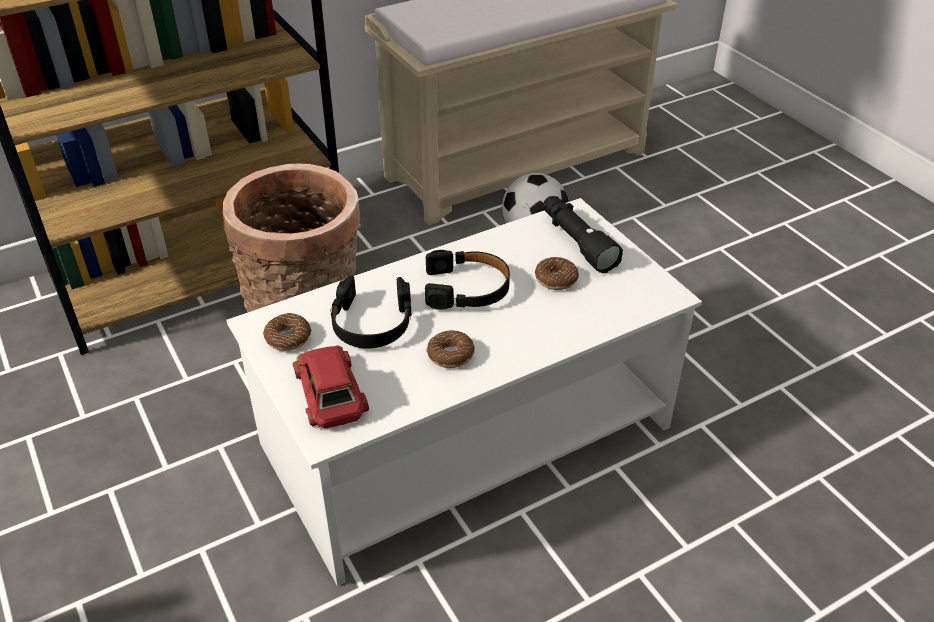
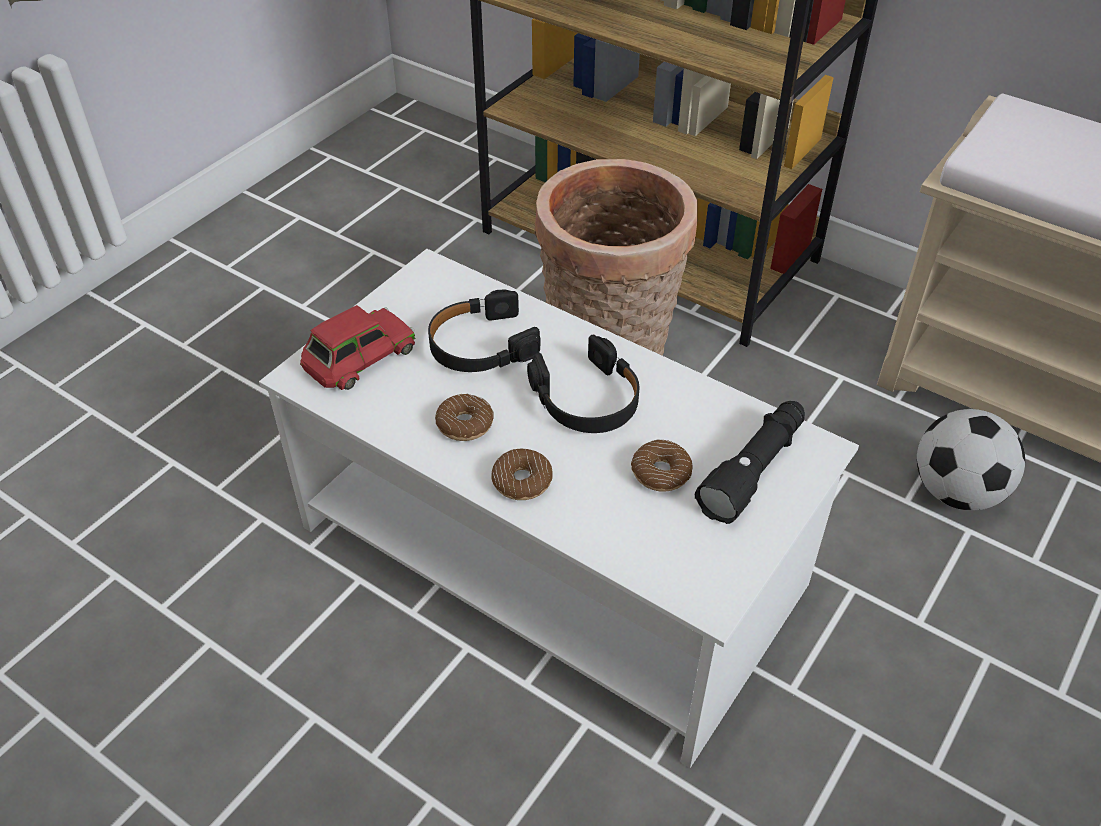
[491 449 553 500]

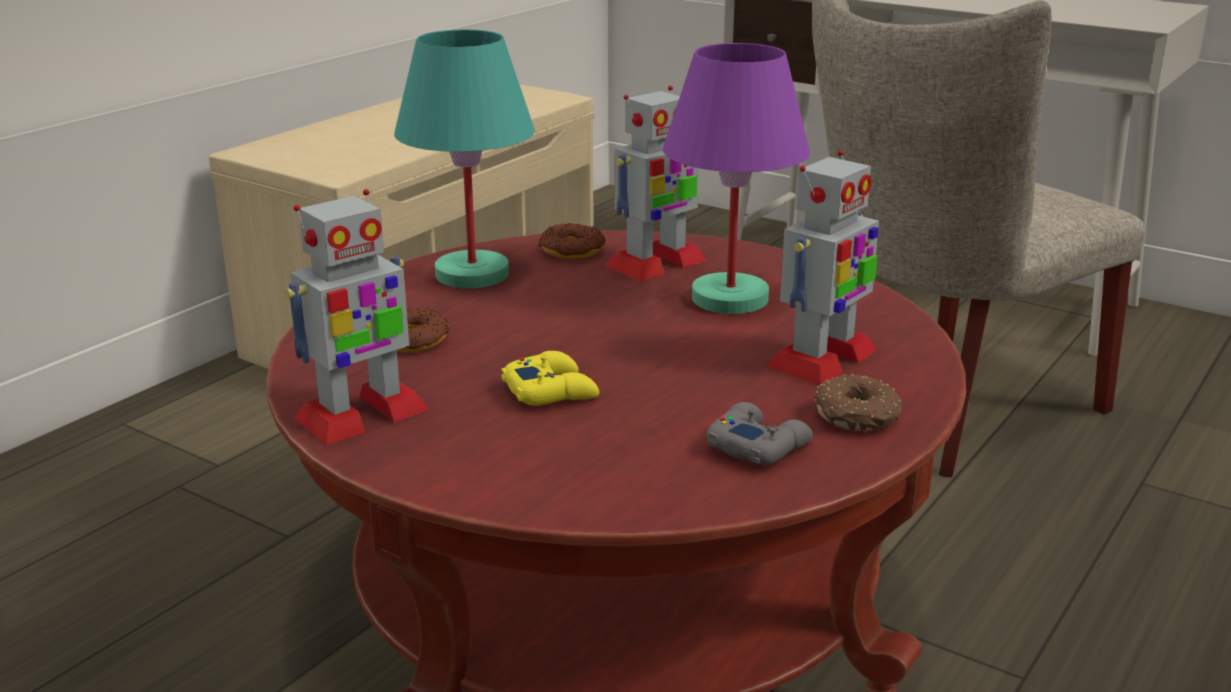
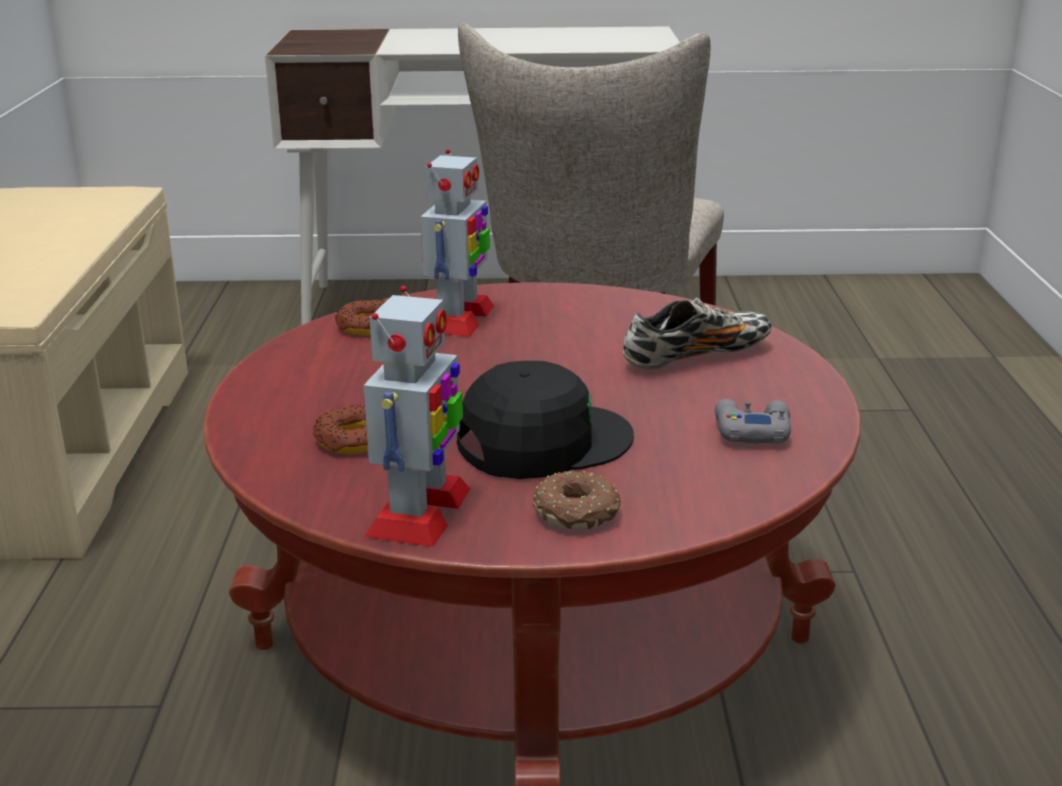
[457 361 634 479]
[533 471 621 530]
[623 298 772 370]
[394 30 535 288] (first image)
[663 43 810 314] (first image)

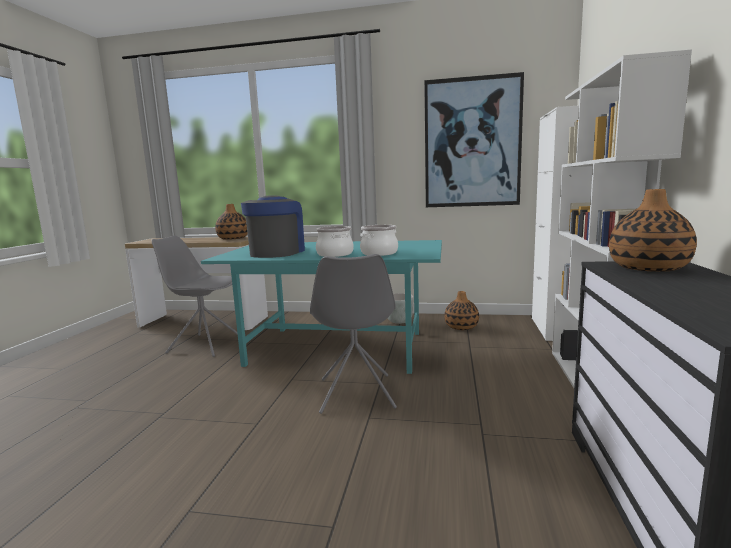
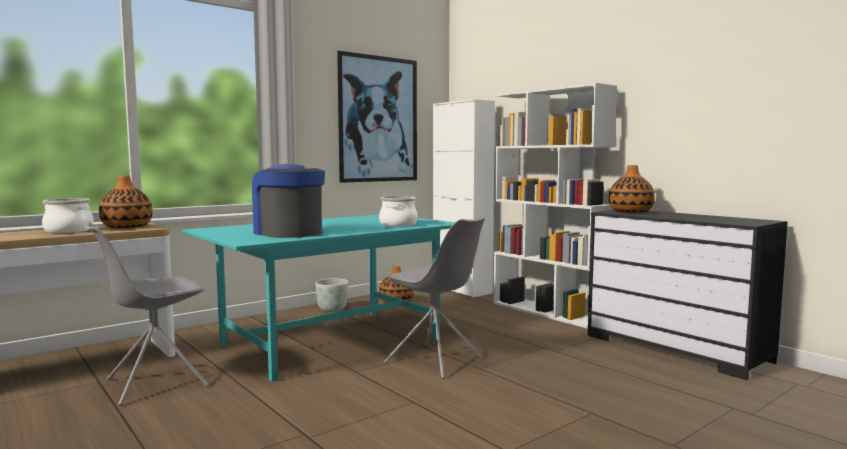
[42 198 94 233]

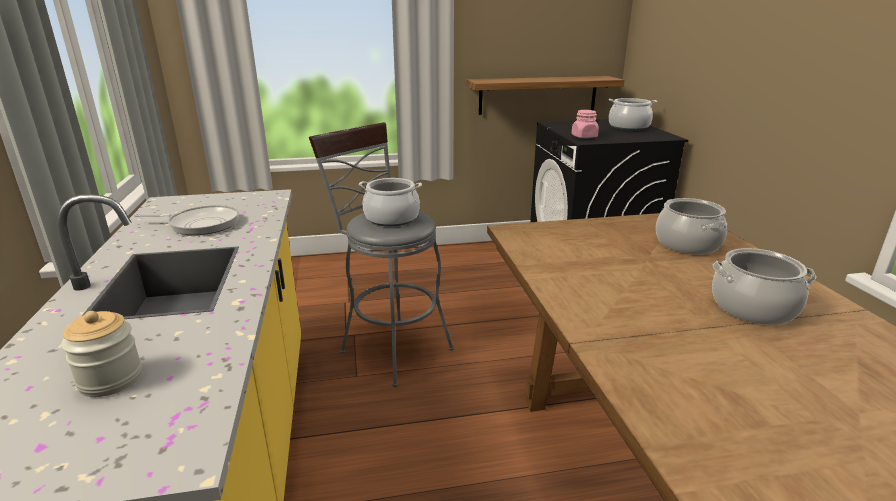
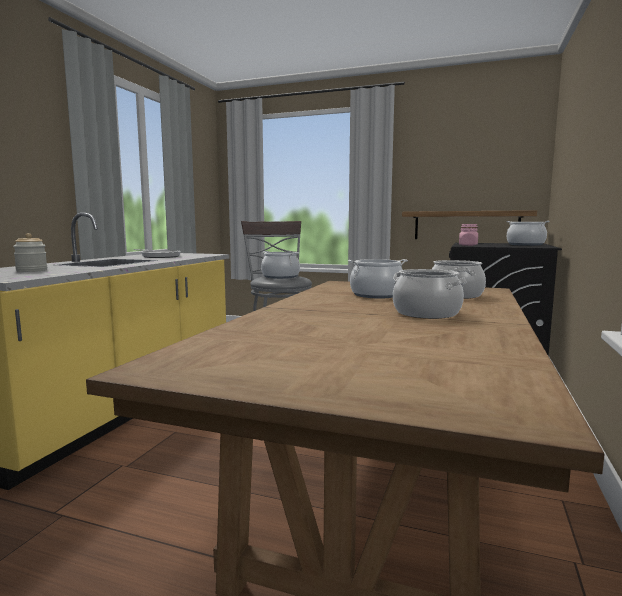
[348 259 408 298]

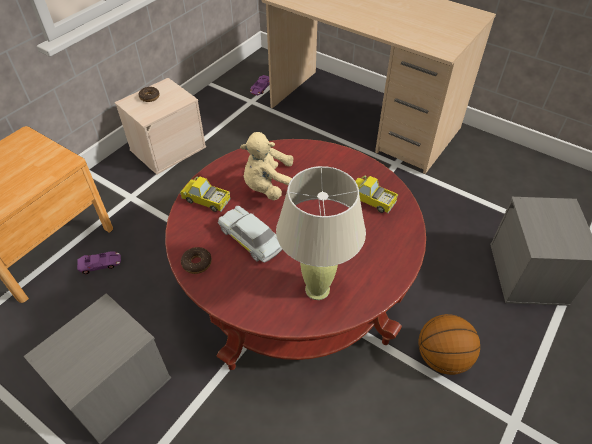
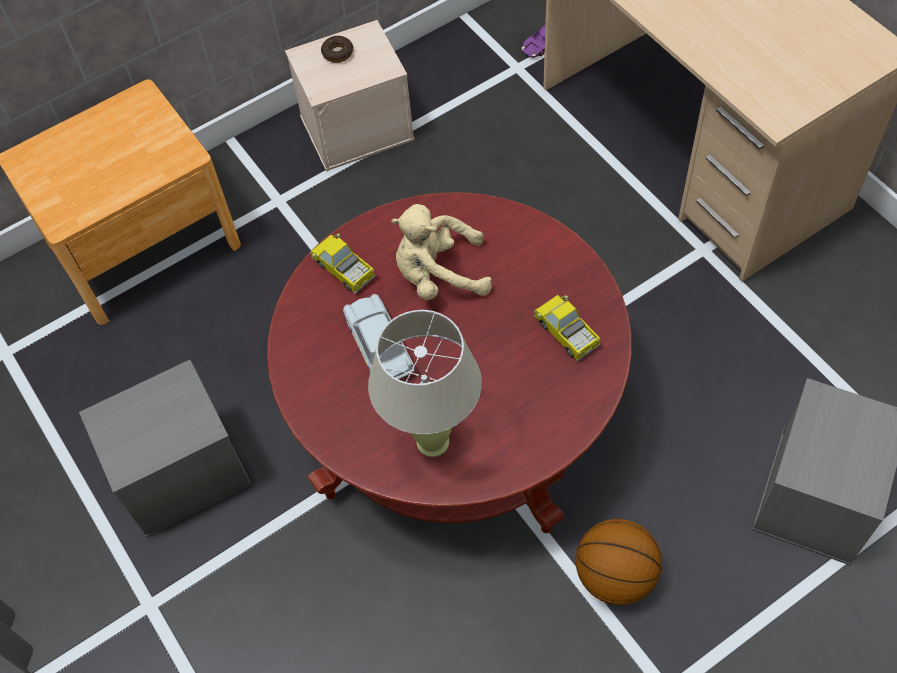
[77 251 121 274] (first image)
[181 247 212 274] (first image)

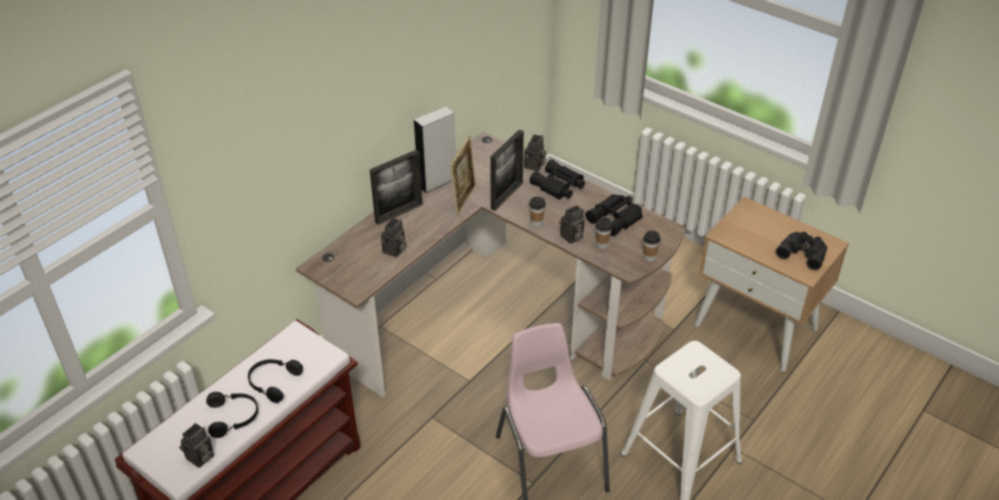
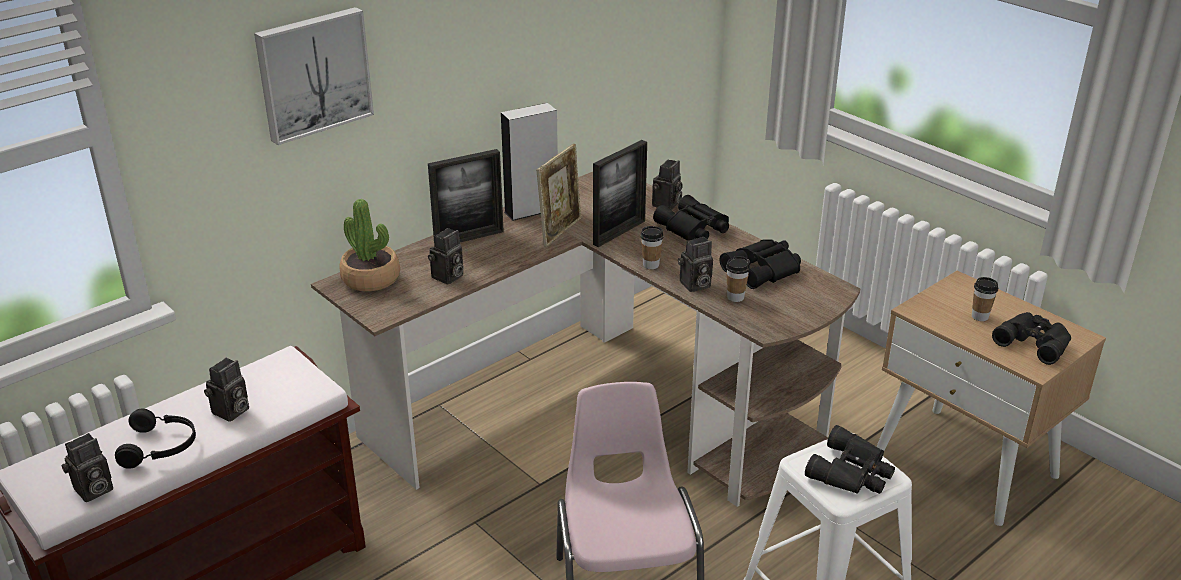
[204 358 249 422]
[254 7 374 145]
[340 199 400 291]
[805 425 895 494]
[972 277 998 321]

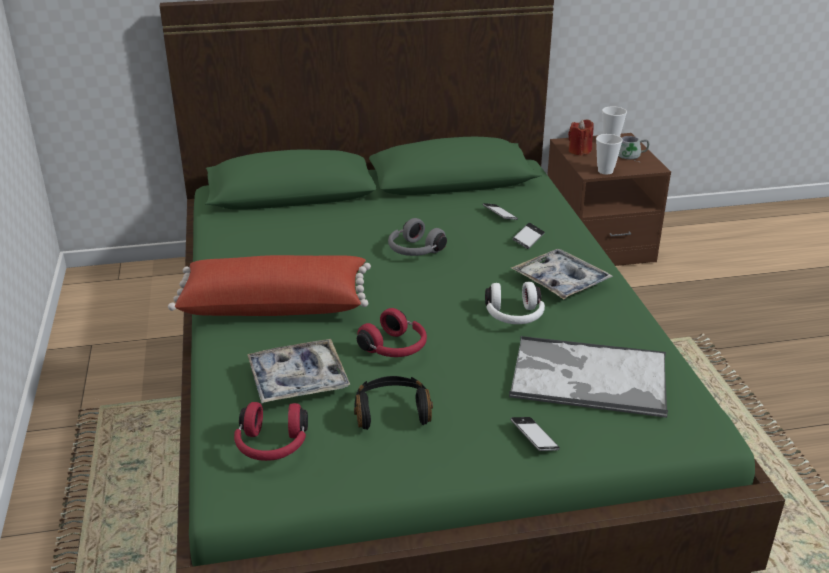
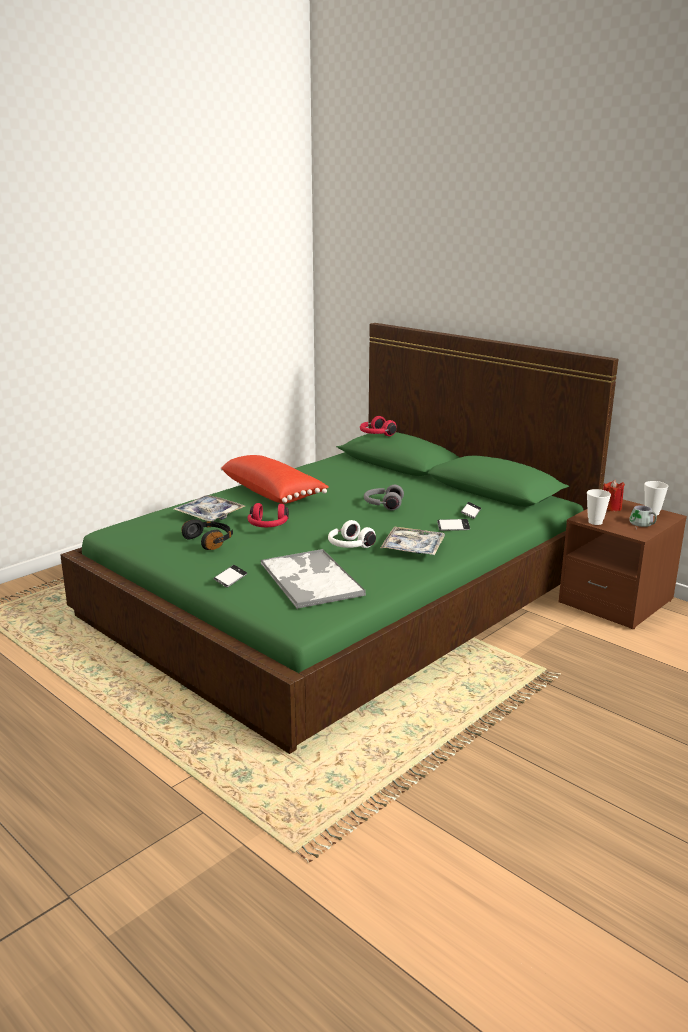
[360 416 397 436]

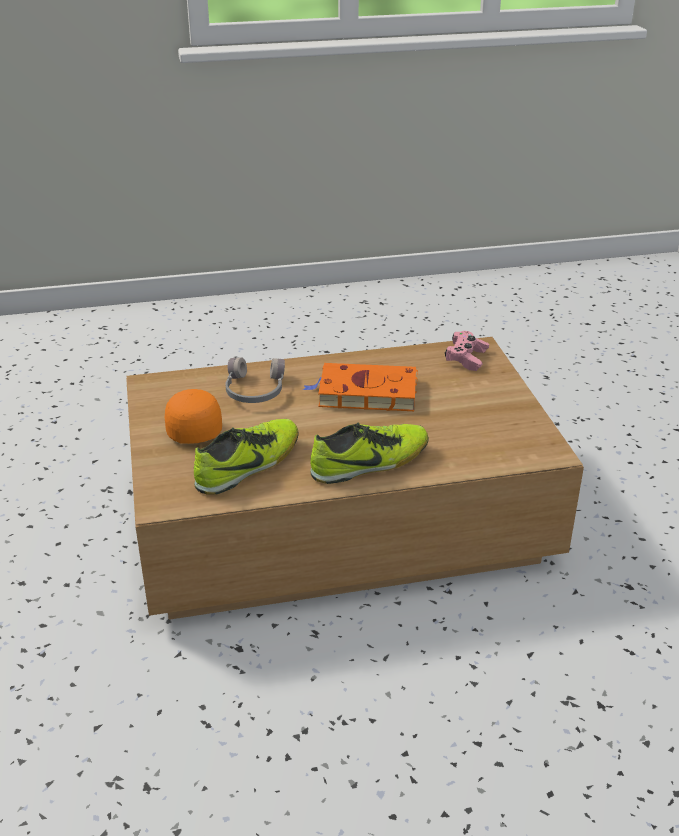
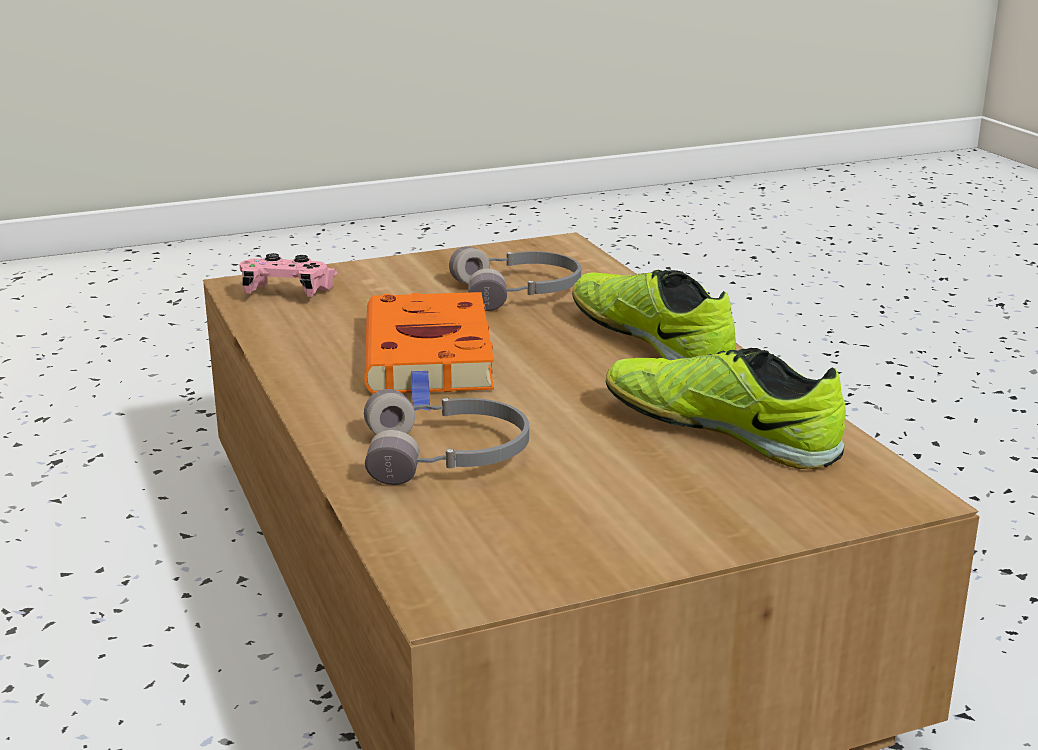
[449 246 581 311]
[165 389 222 444] (first image)

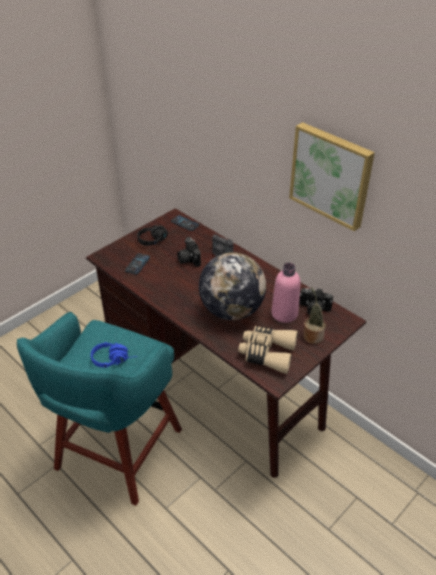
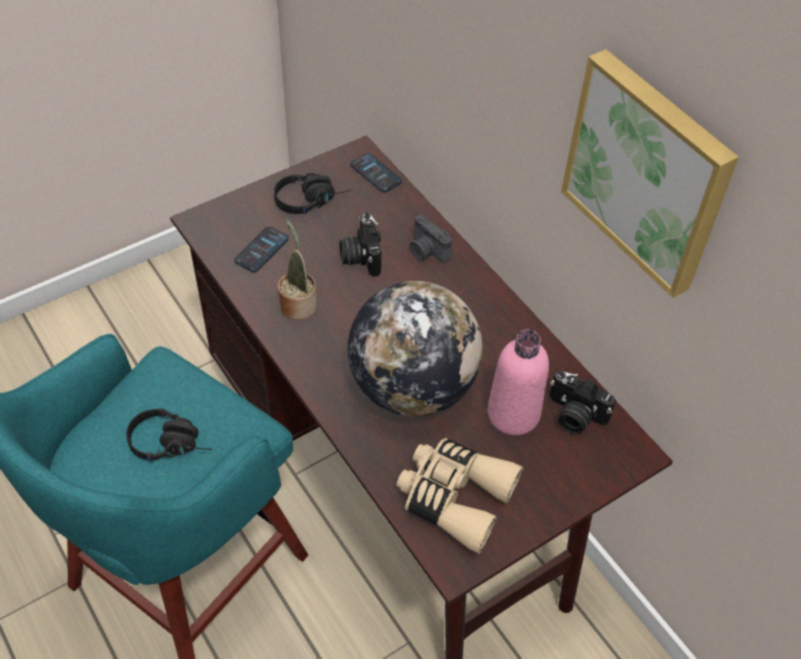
[126 408 212 461]
[278 219 317 320]

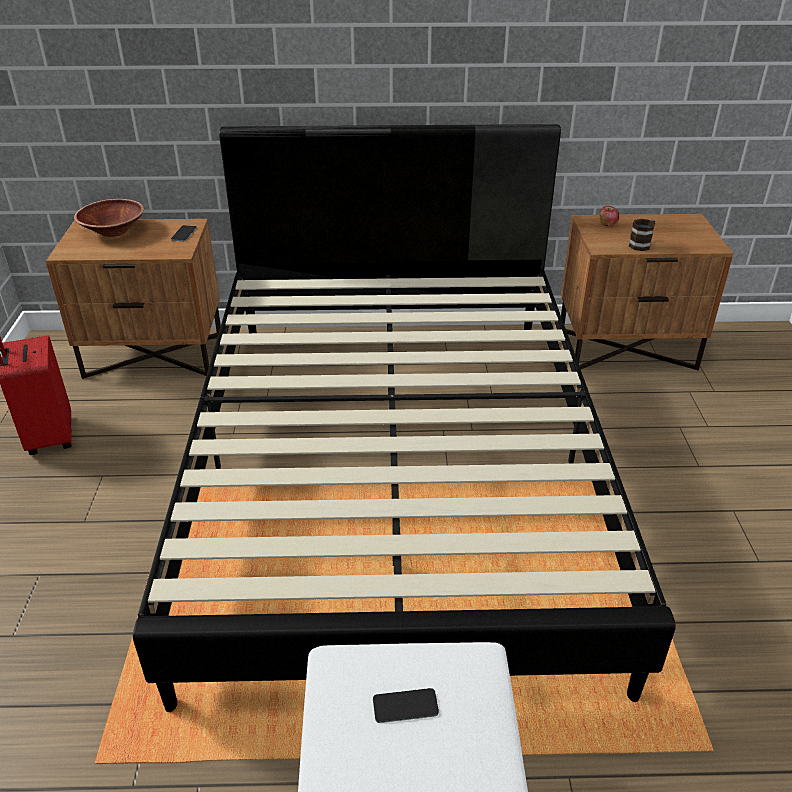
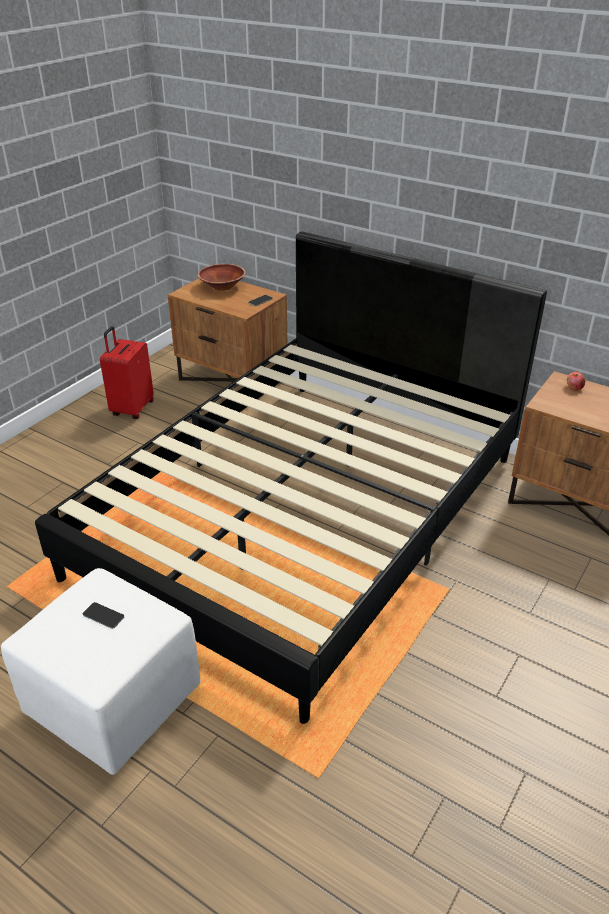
[629 219 655 251] (first image)

